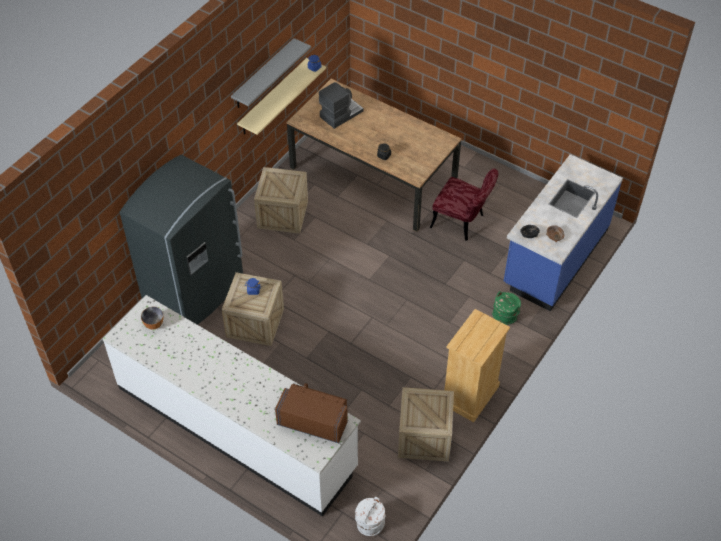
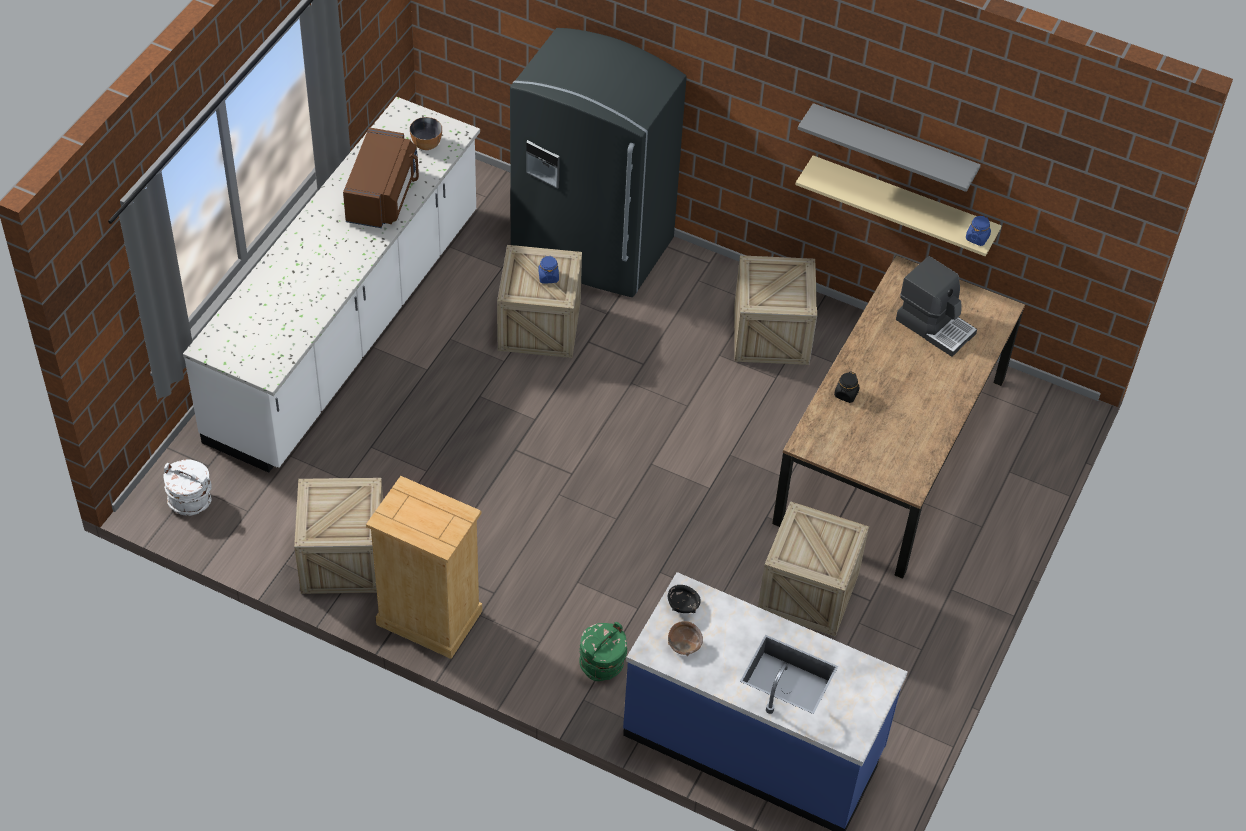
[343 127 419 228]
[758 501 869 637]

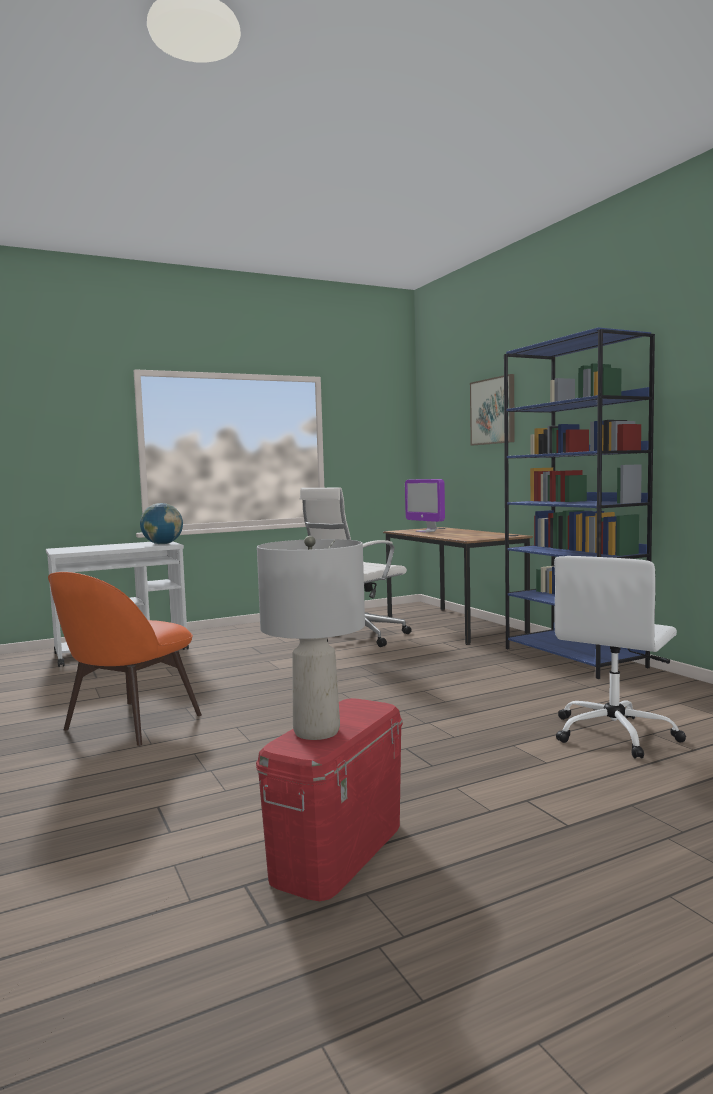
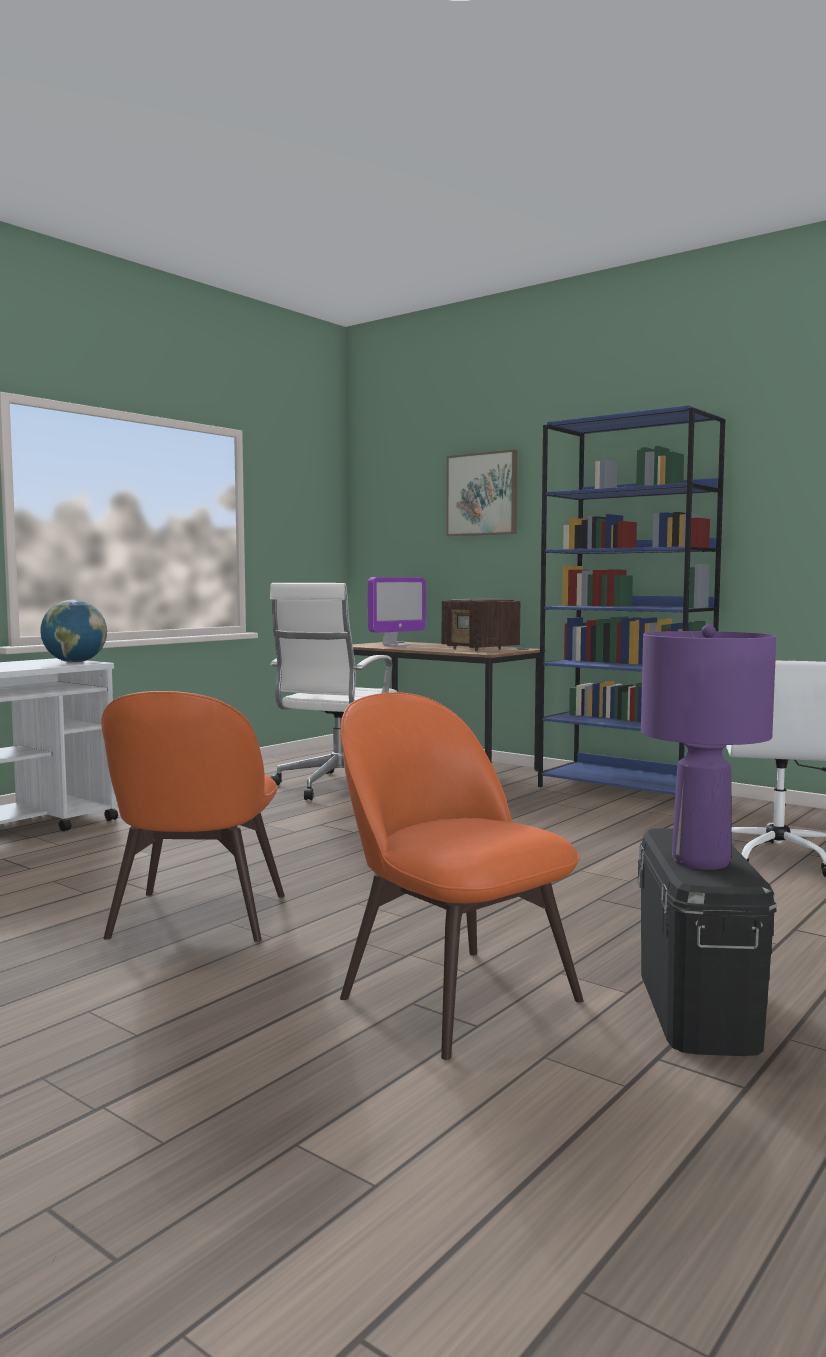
[340 692 584 1060]
[368 577 426 647]
[442 598 520 651]
[638 828 777 1056]
[641 624 776 870]

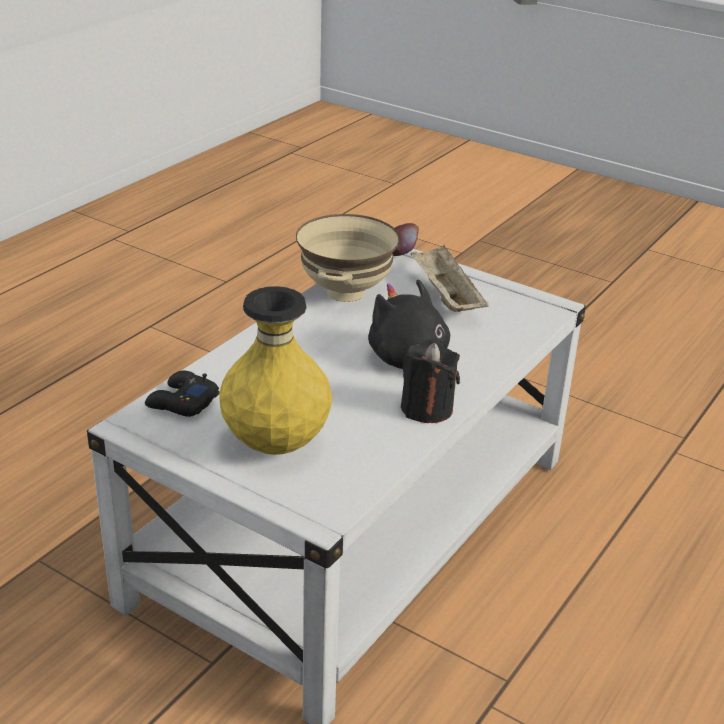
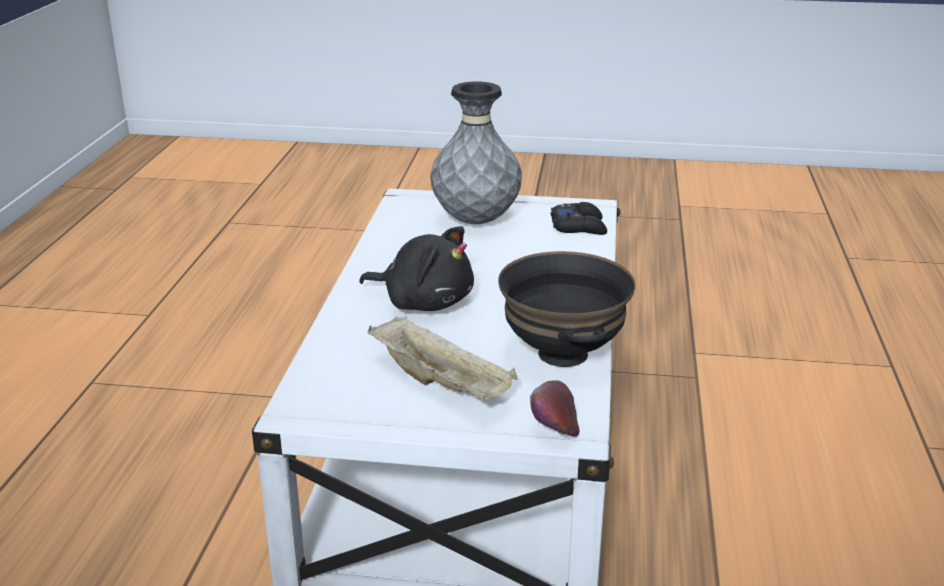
[430 81 522 224]
[498 251 636 367]
[401 339 460 423] (first image)

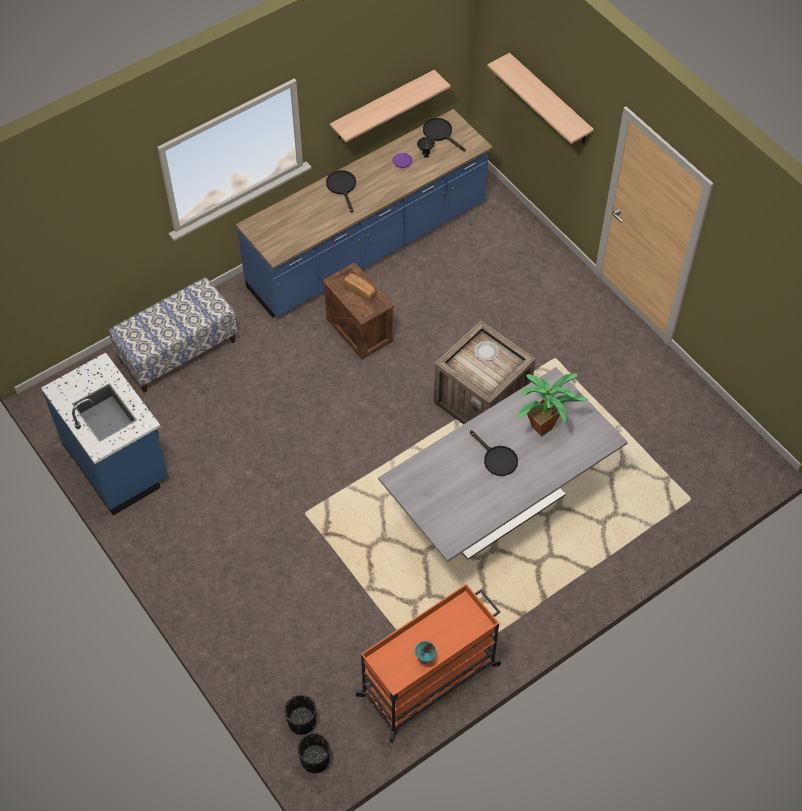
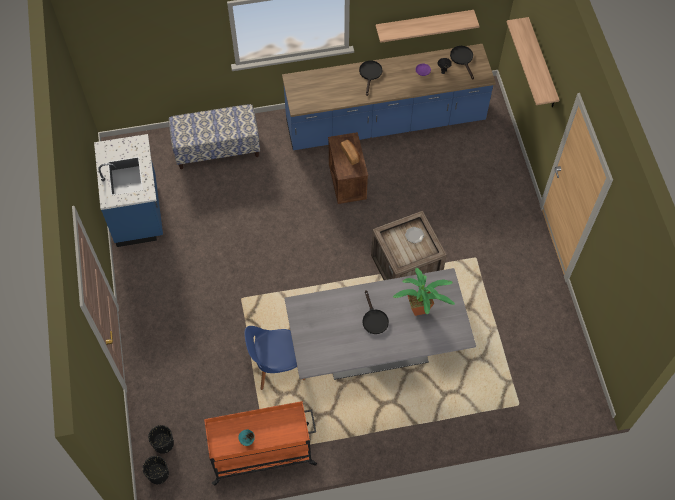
[245 326 305 390]

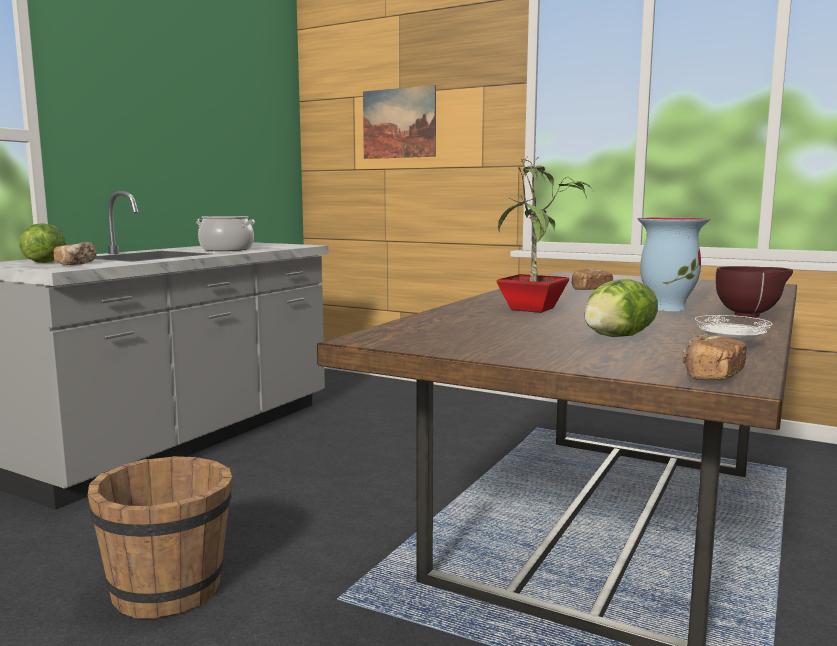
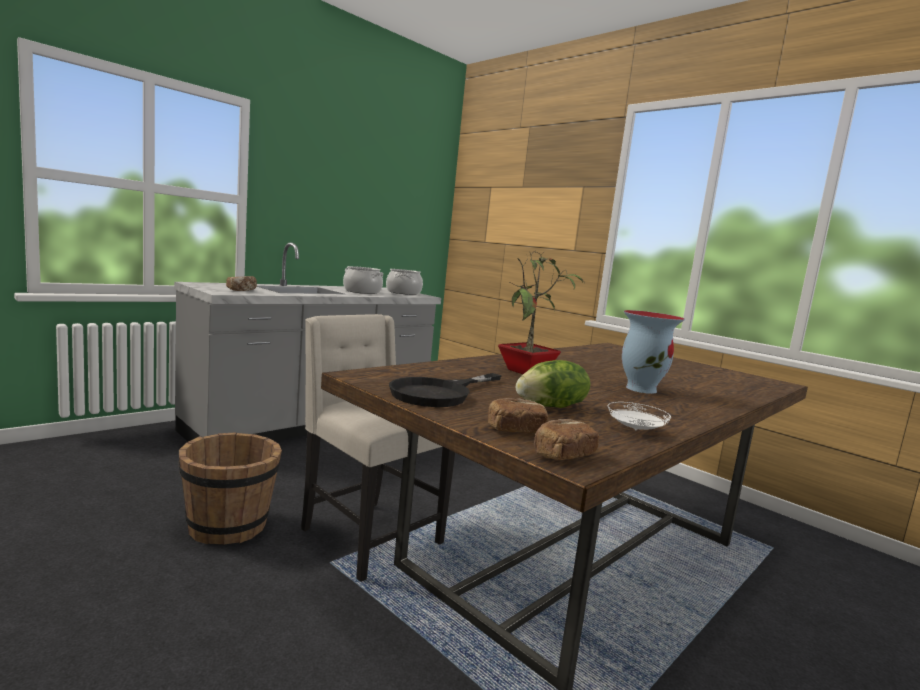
[301 314 455 582]
[386 269 423 295]
[389 373 502 407]
[488 398 548 433]
[19 223 66 263] (first image)
[363 85 436 159] (first image)
[716 266 793 318] (first image)

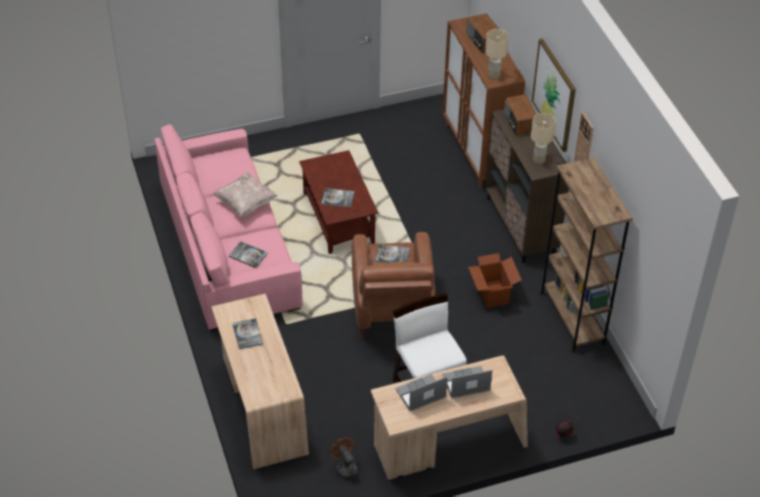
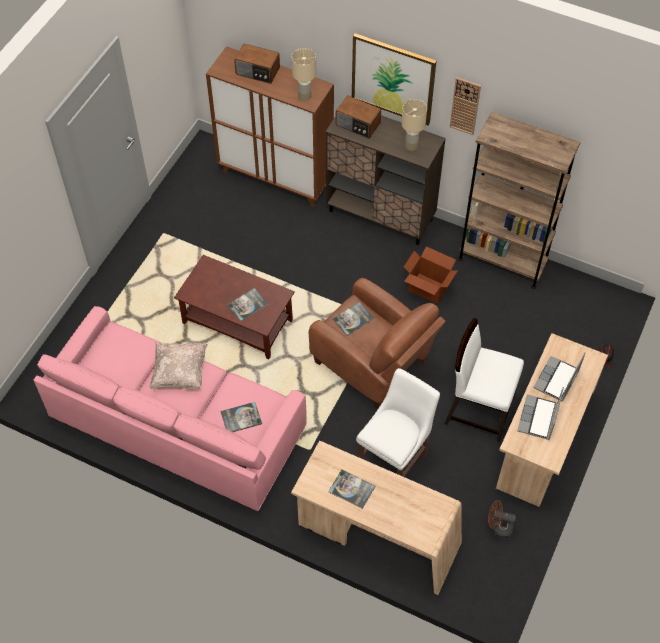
[356 368 440 477]

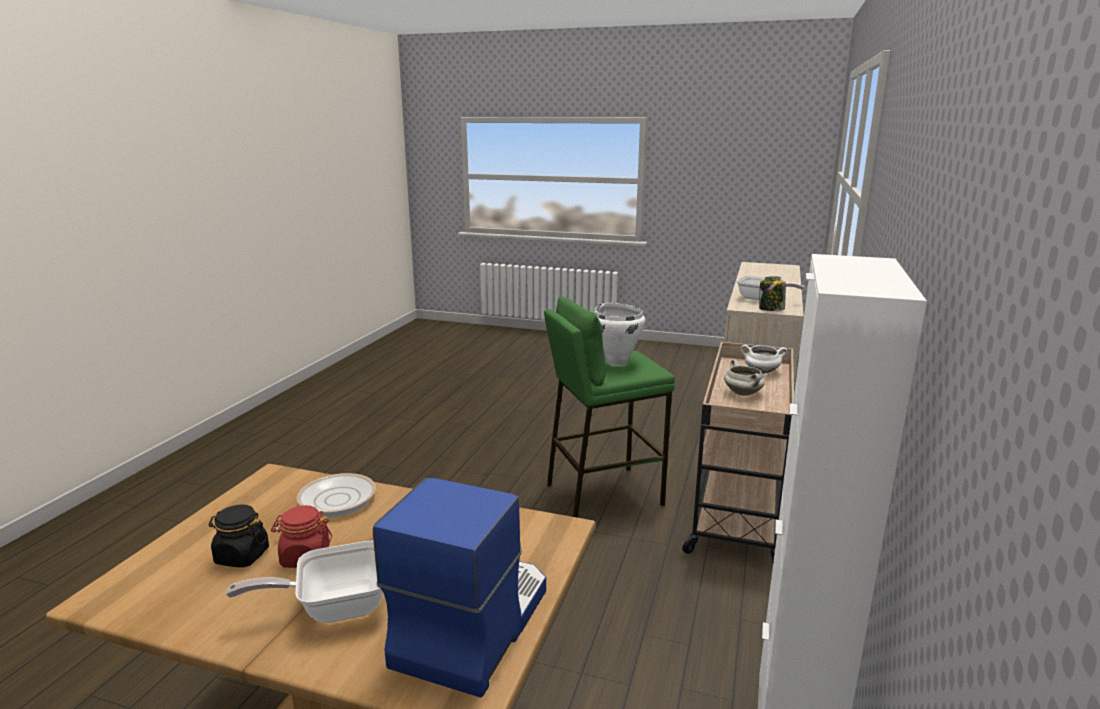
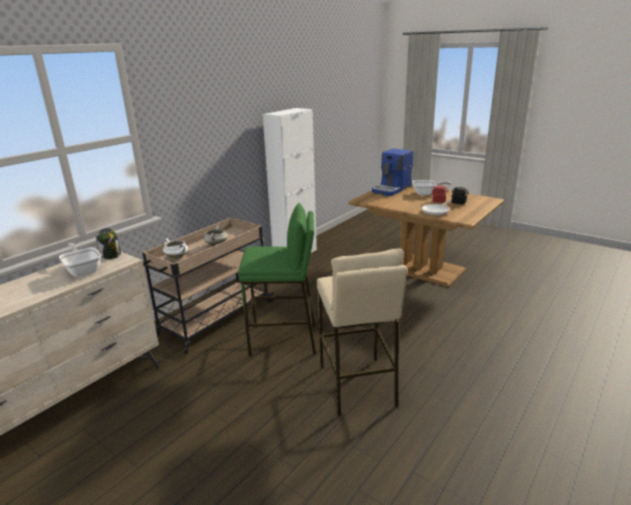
[317 249 407 416]
[594 303 645 366] (first image)

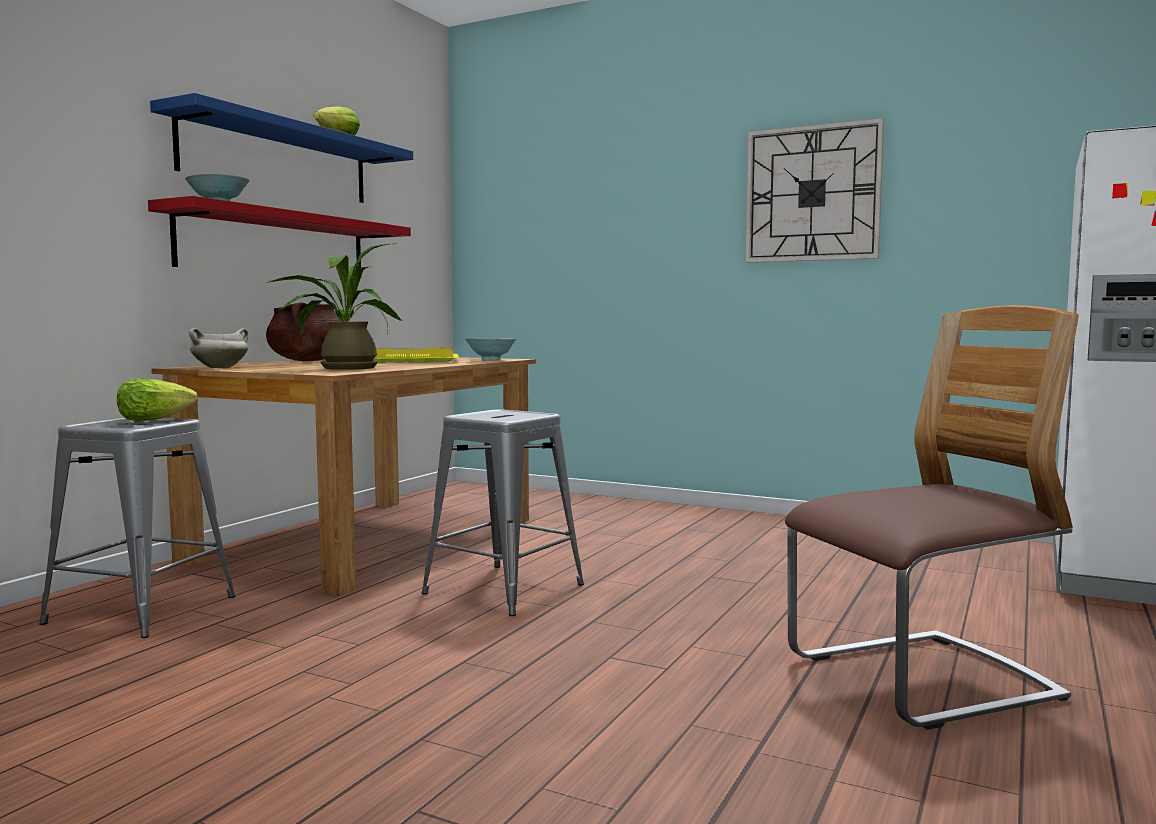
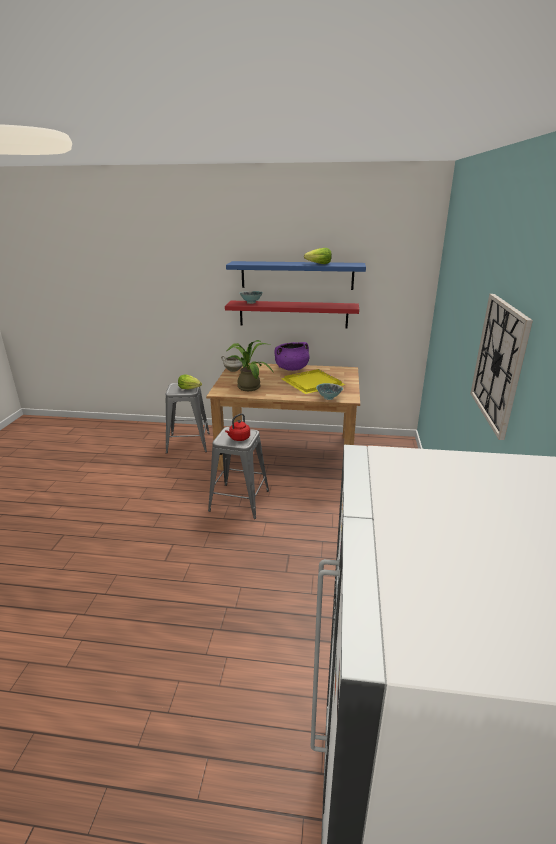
[225 414 250 441]
[274 342 310 371]
[785 305 1079 730] (first image)

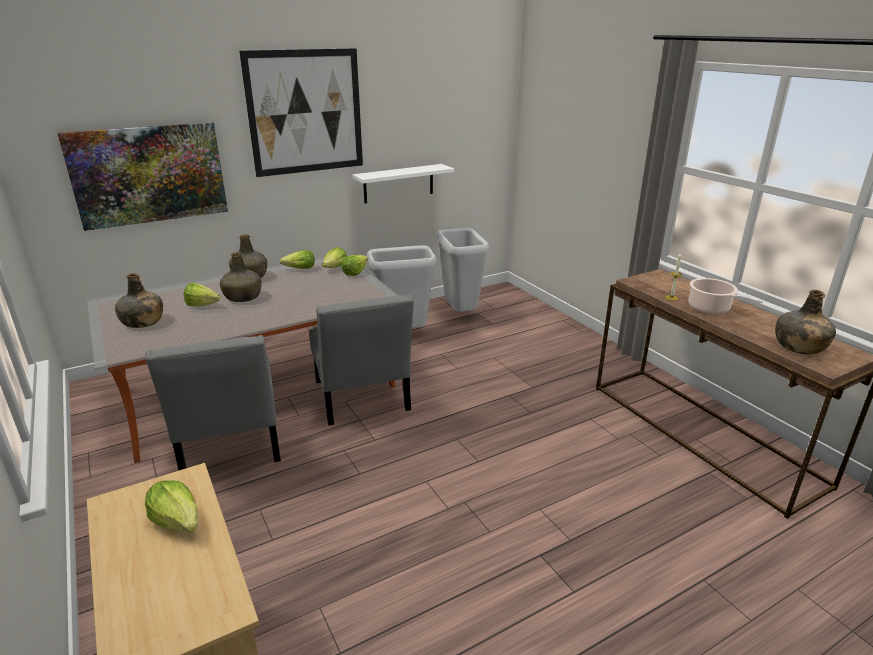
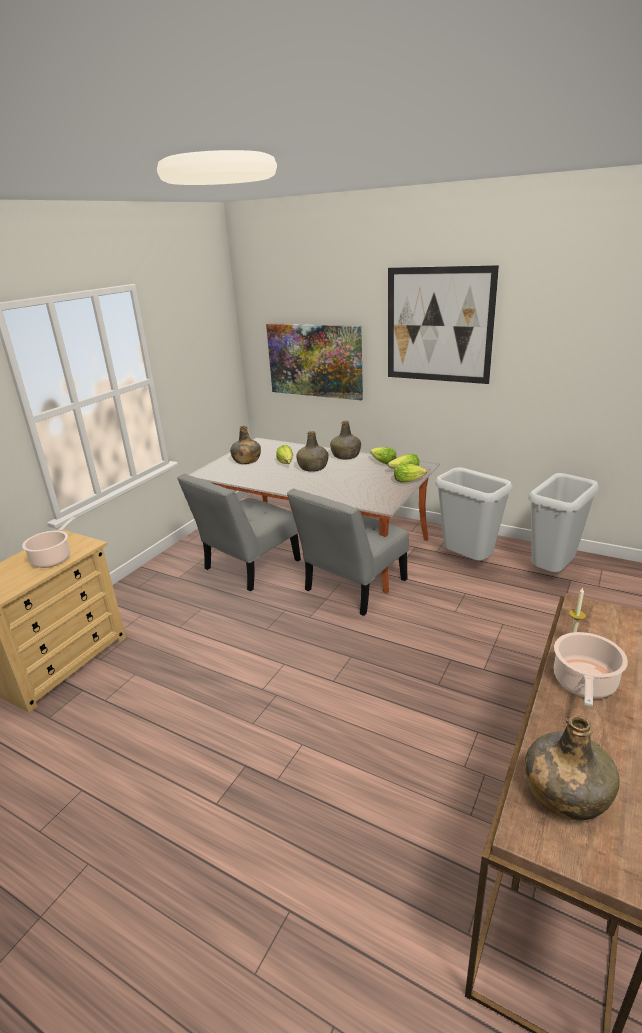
[22 517 76 568]
[352 164 454 203] (first image)

